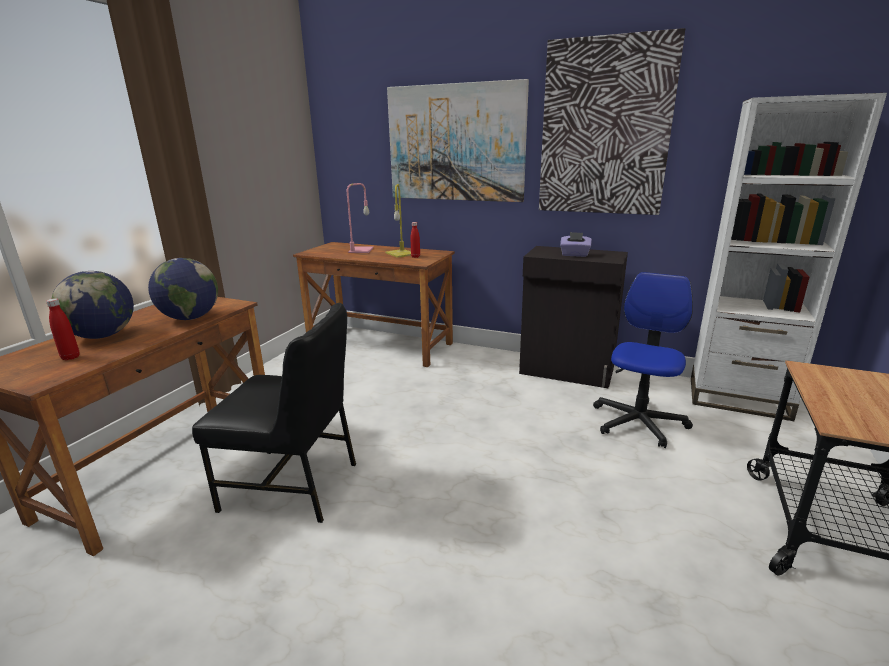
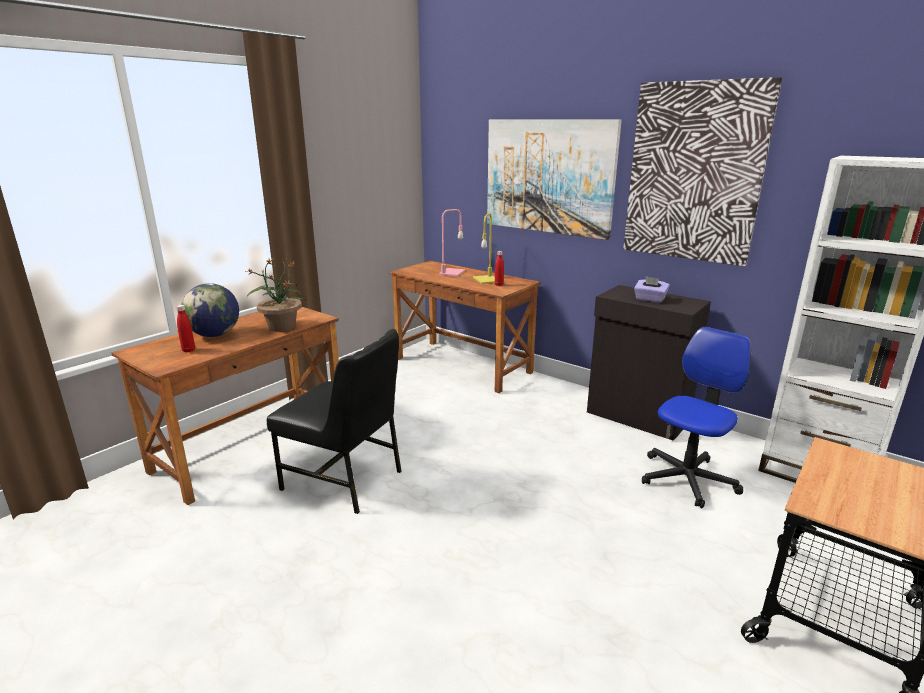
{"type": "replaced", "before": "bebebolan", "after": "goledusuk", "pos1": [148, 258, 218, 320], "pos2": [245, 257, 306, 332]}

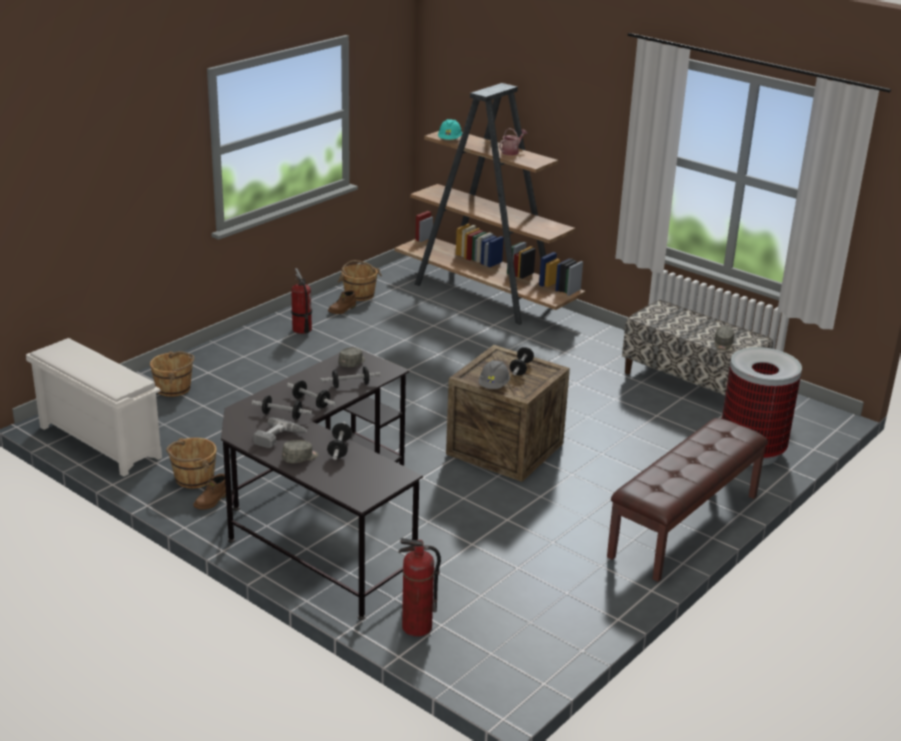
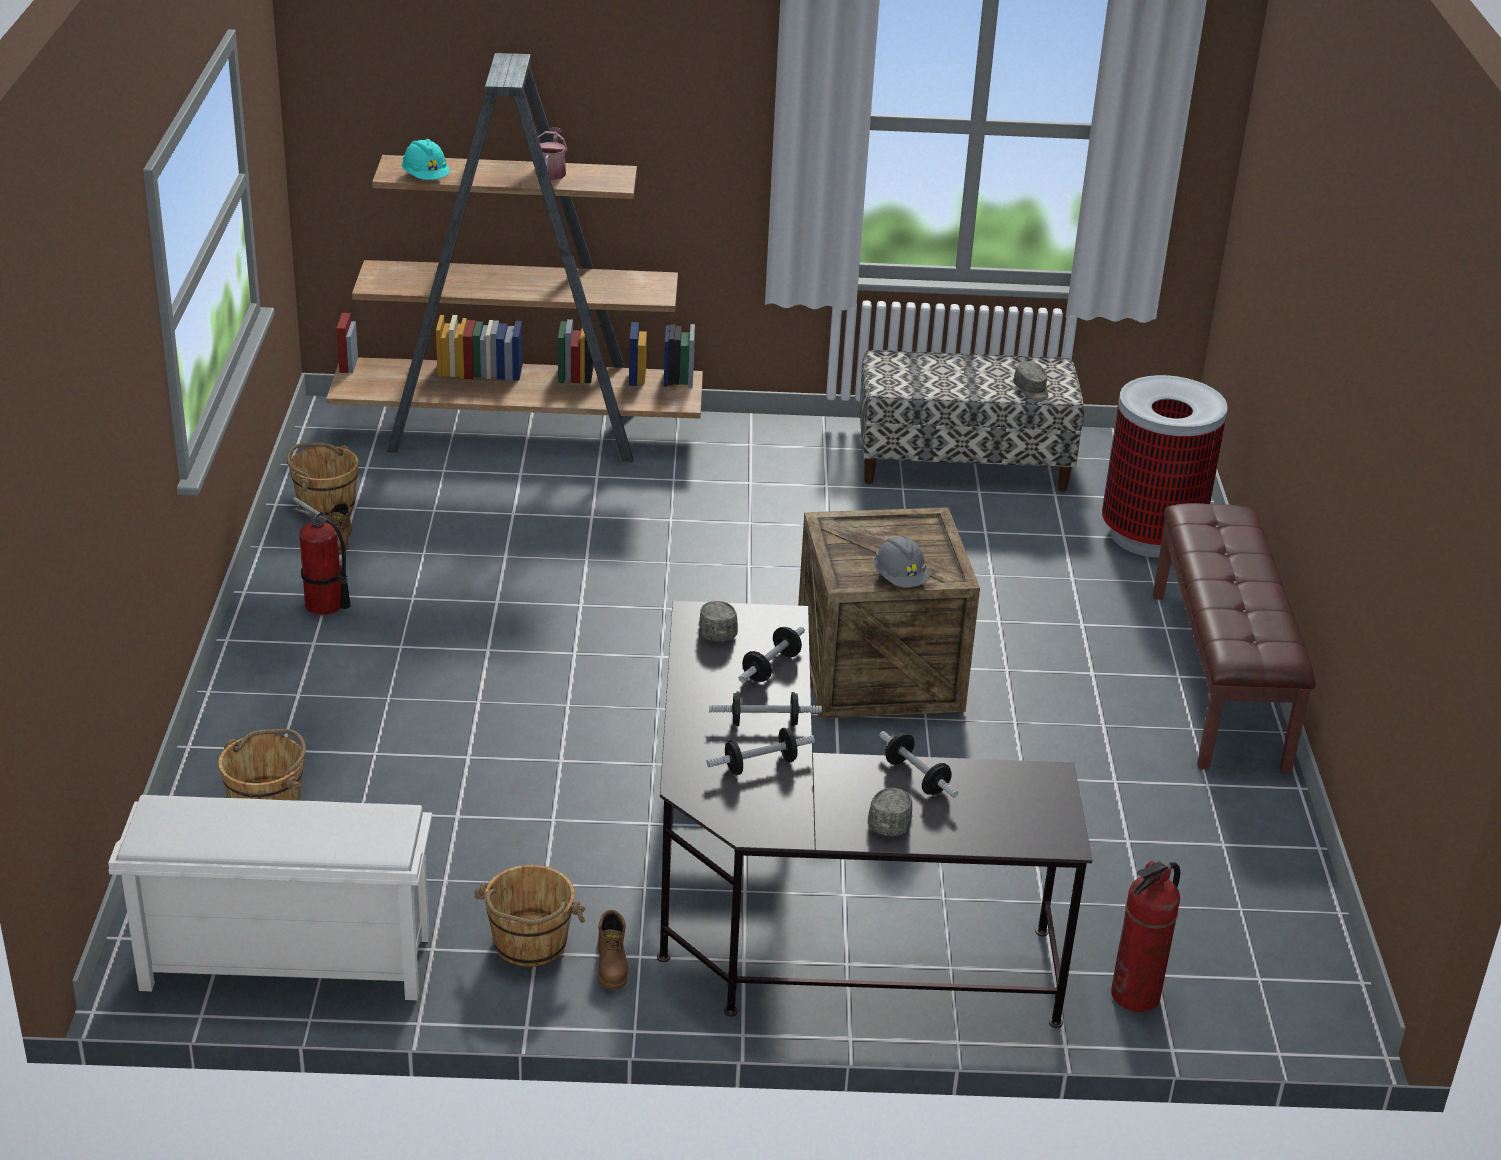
{"type": "removed", "before": "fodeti", "pos1": [253, 417, 307, 448]}
{"type": "removed", "before": "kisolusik", "pos1": [510, 347, 534, 375]}

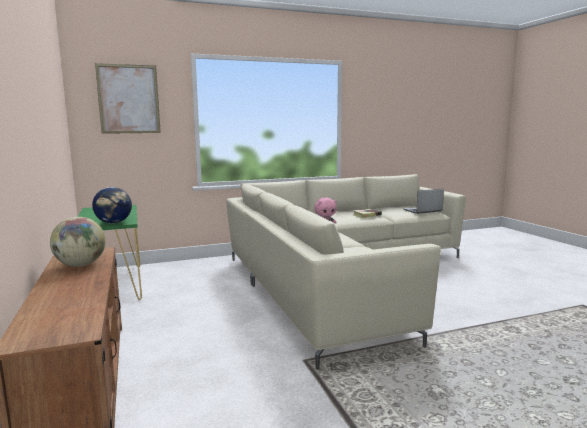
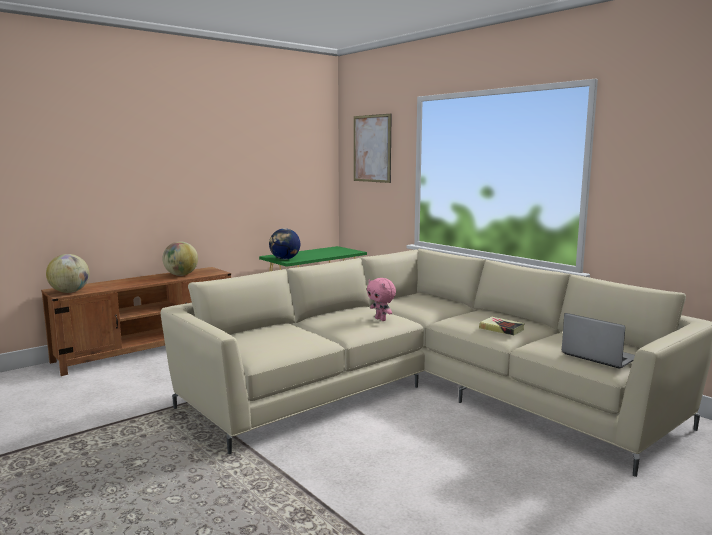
{"type": "added", "after": "bebebolan", "pos2": [46, 254, 89, 293]}

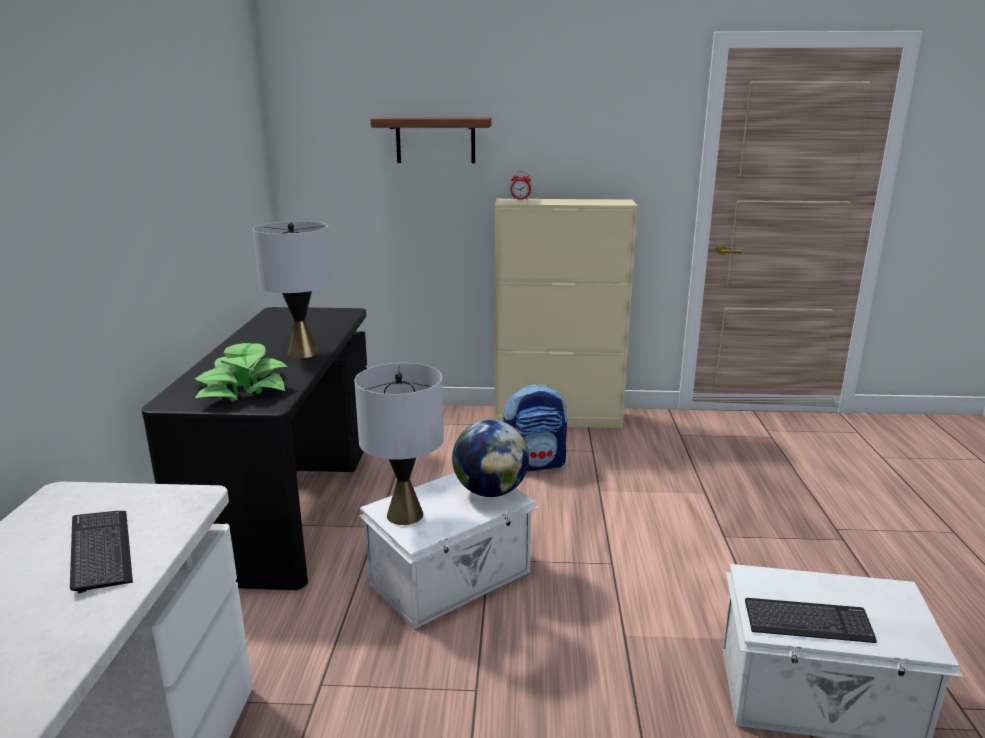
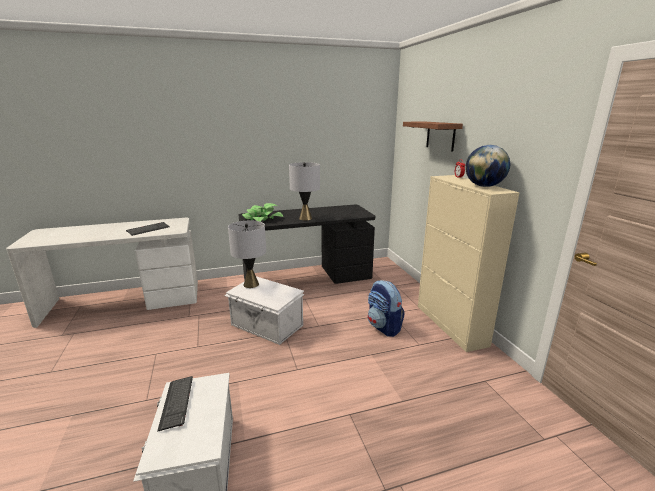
{"type": "moved", "before": "bebebolan", "pos1": [452, 420, 529, 497], "pos2": [465, 145, 510, 187]}

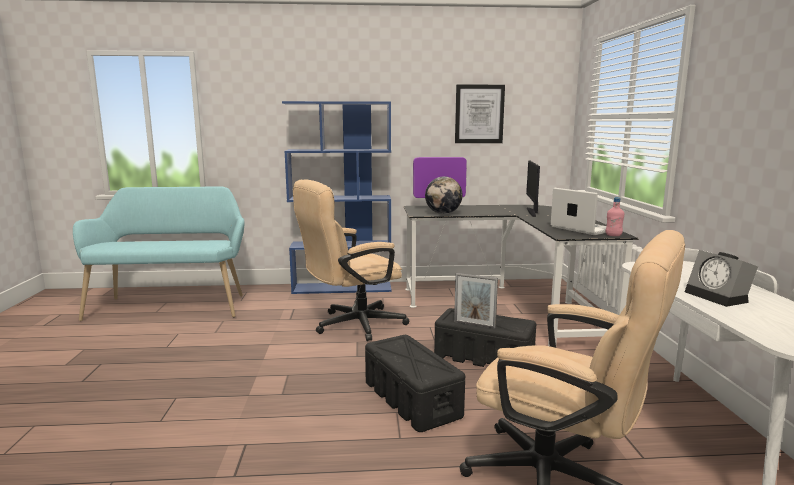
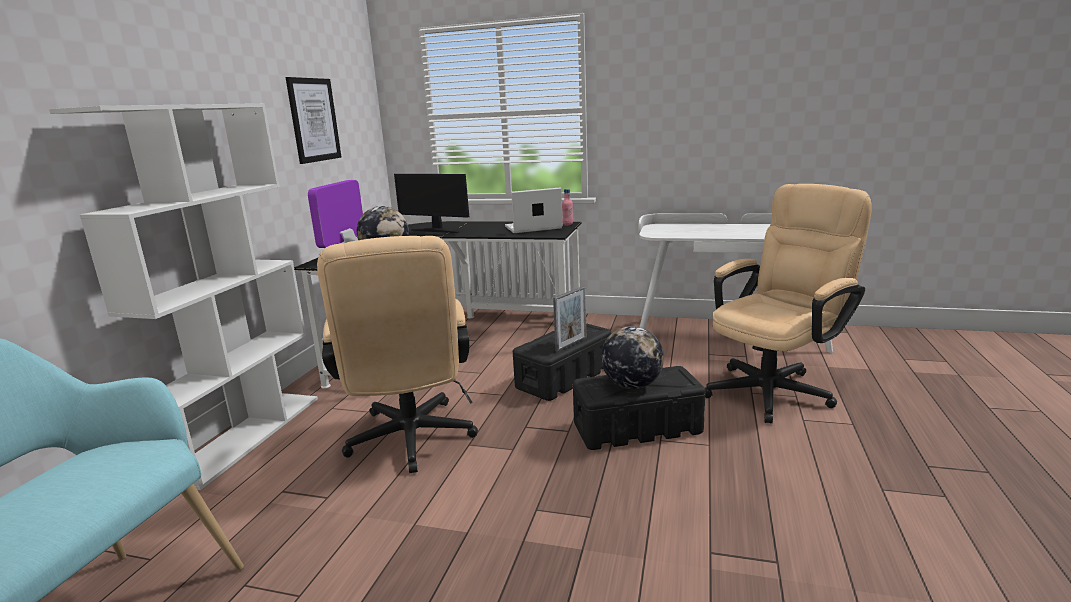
{"type": "recoloured", "before": "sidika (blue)", "after": "sidika (white)", "pos1": [282, 101, 392, 294], "pos2": [49, 103, 318, 490]}
{"type": "added", "after": "bebebolan", "pos2": [601, 326, 664, 389]}
{"type": "removed", "before": "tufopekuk", "pos1": [685, 250, 758, 307]}

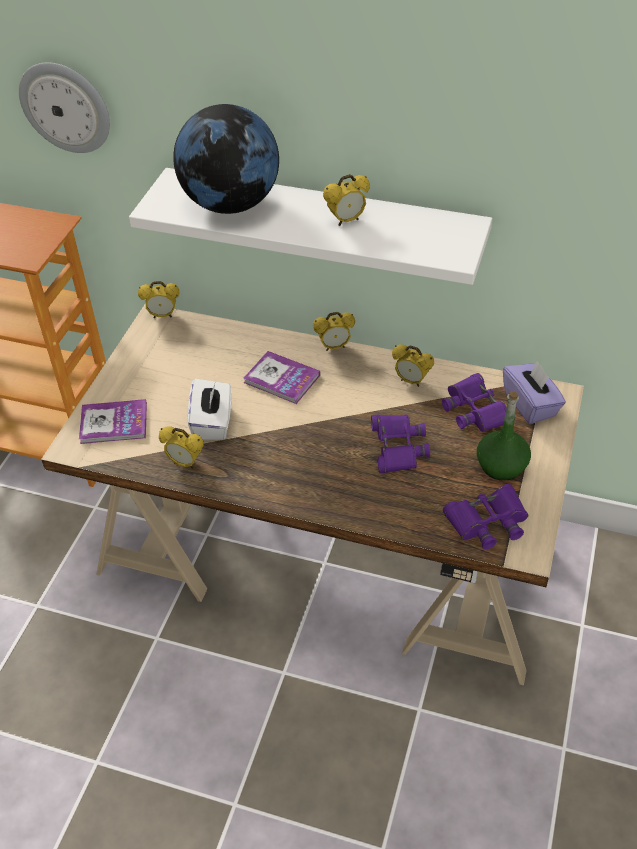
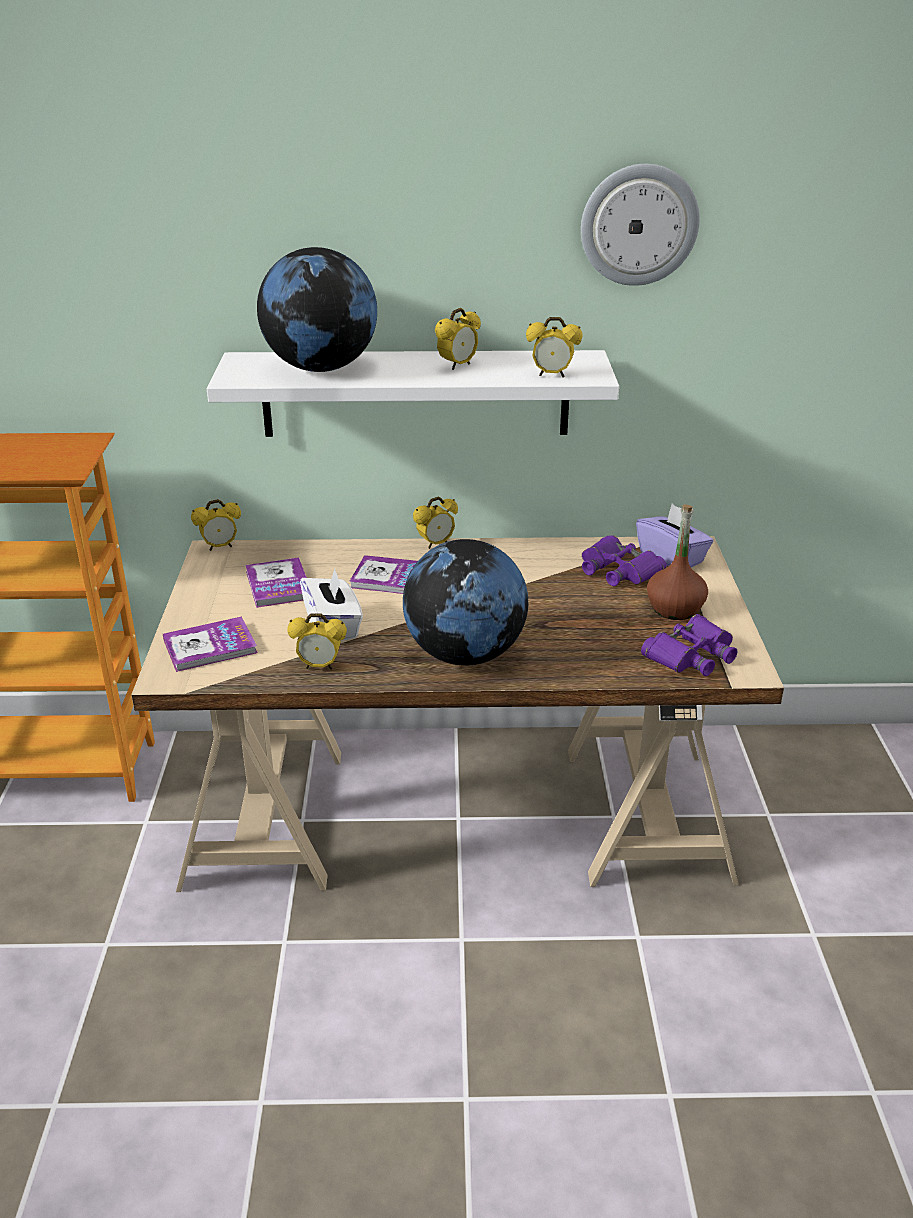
{"type": "added", "after": "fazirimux", "pos2": [245, 557, 307, 608]}
{"type": "added", "after": "bebebolan", "pos2": [403, 539, 528, 665]}
{"type": "moved", "before": "tufopekuk", "pos1": [392, 344, 434, 387], "pos2": [526, 317, 583, 378]}
{"type": "moved", "before": "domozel", "pos1": [19, 62, 110, 153], "pos2": [581, 164, 700, 286]}
{"type": "recoloured", "before": "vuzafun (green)", "after": "vuzafun (brown)", "pos1": [477, 391, 531, 481], "pos2": [647, 504, 708, 620]}
{"type": "removed", "before": "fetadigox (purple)", "pos1": [371, 414, 430, 473]}

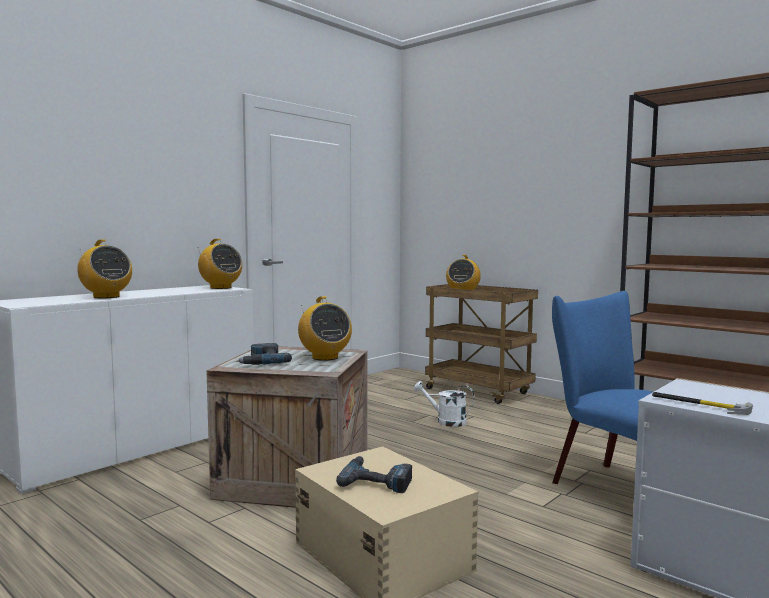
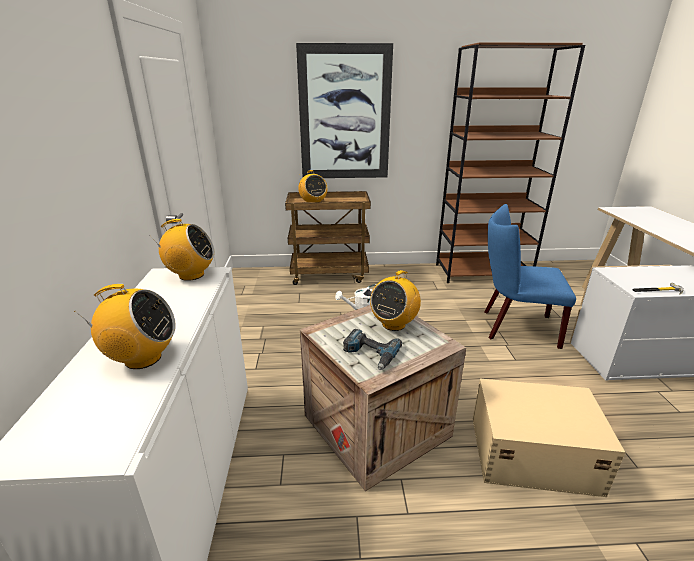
{"type": "added", "after": "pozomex", "pos2": [296, 43, 393, 178]}
{"type": "turned", "before": "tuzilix", "pos1": [298, 296, 352, 361], "pos2": [370, 270, 421, 331], "turn": 105}
{"type": "removed", "before": "fodeti", "pos1": [336, 456, 412, 493]}

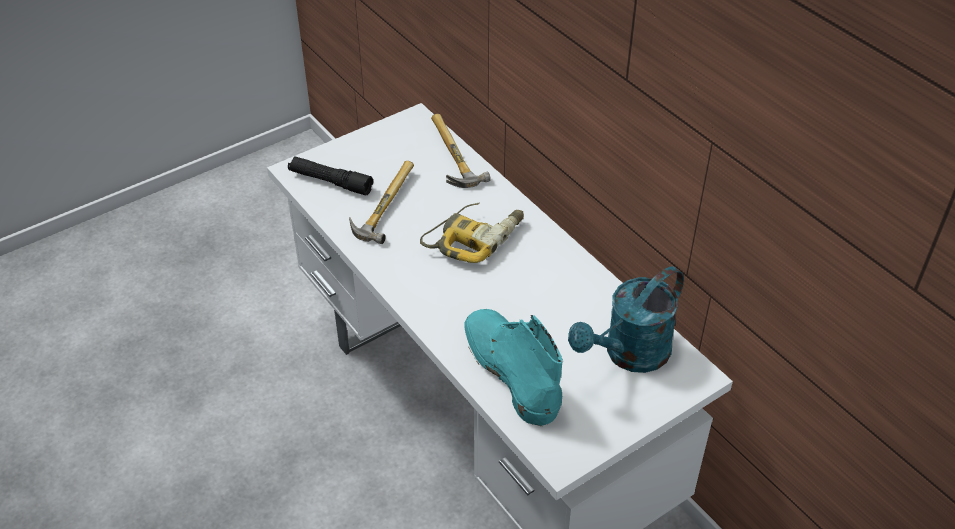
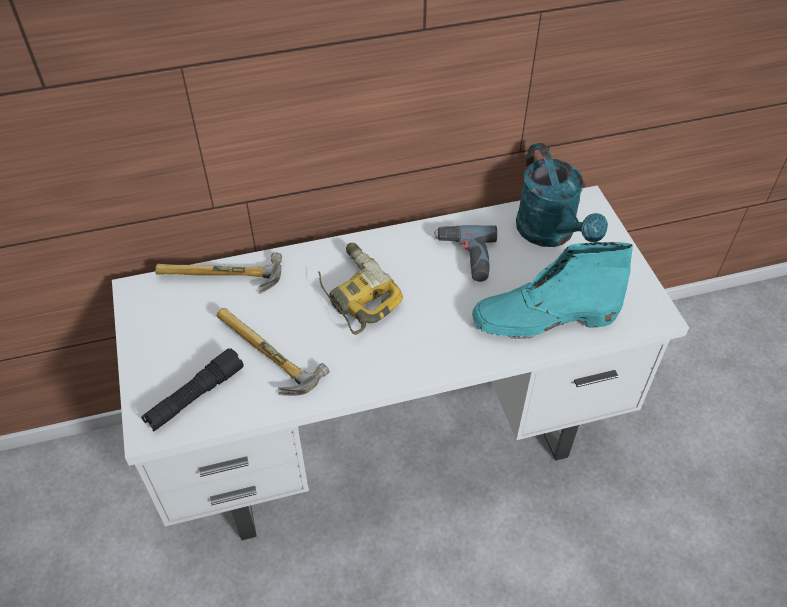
{"type": "added", "after": "fodeti", "pos2": [434, 225, 497, 282]}

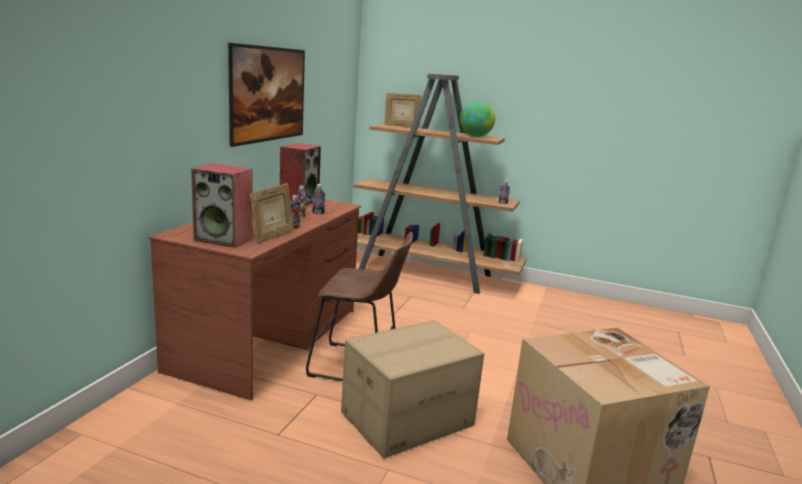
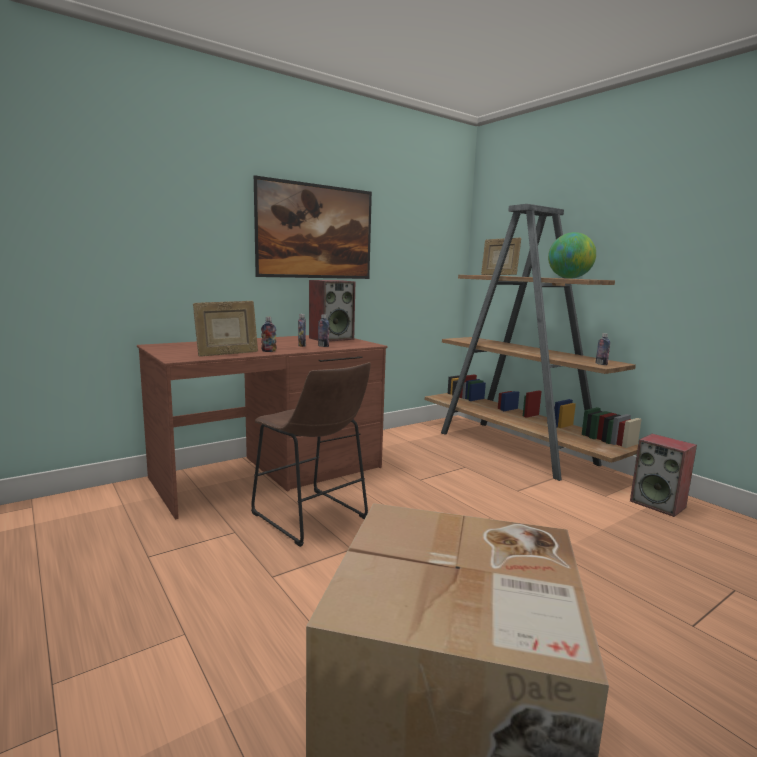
{"type": "moved", "before": "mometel", "pos1": [191, 163, 253, 248], "pos2": [630, 434, 697, 517]}
{"type": "removed", "before": "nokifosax", "pos1": [341, 320, 484, 458]}

